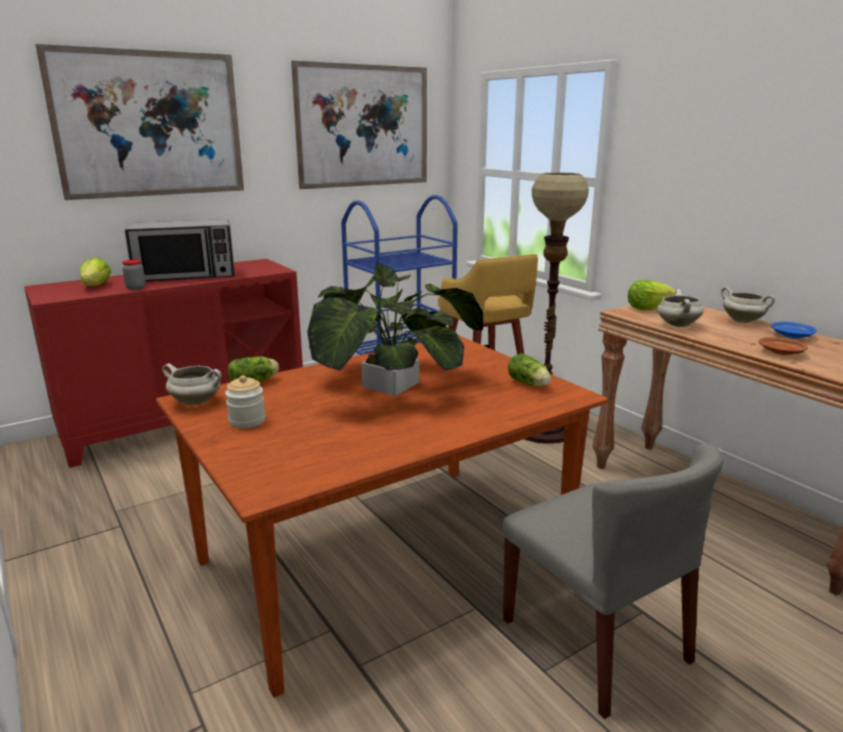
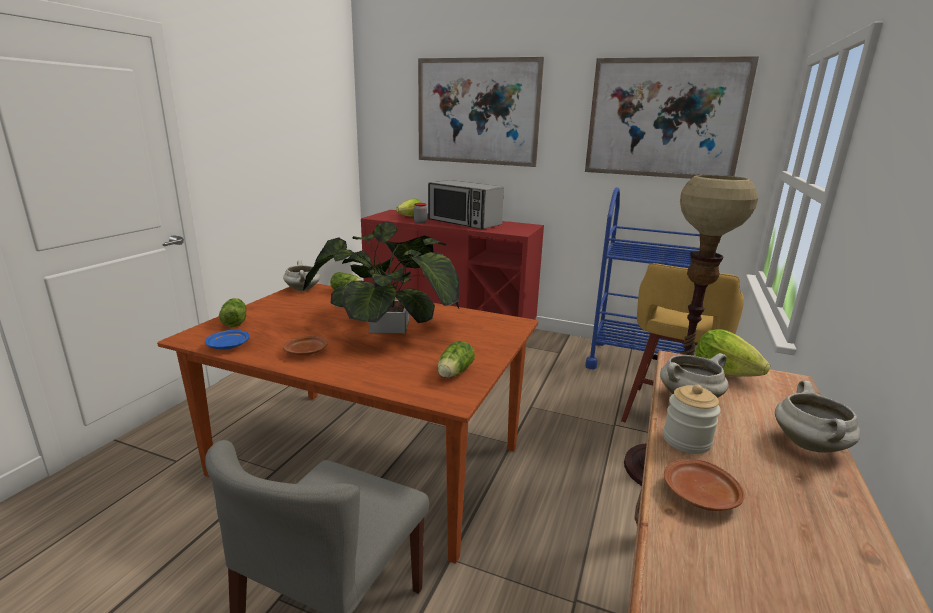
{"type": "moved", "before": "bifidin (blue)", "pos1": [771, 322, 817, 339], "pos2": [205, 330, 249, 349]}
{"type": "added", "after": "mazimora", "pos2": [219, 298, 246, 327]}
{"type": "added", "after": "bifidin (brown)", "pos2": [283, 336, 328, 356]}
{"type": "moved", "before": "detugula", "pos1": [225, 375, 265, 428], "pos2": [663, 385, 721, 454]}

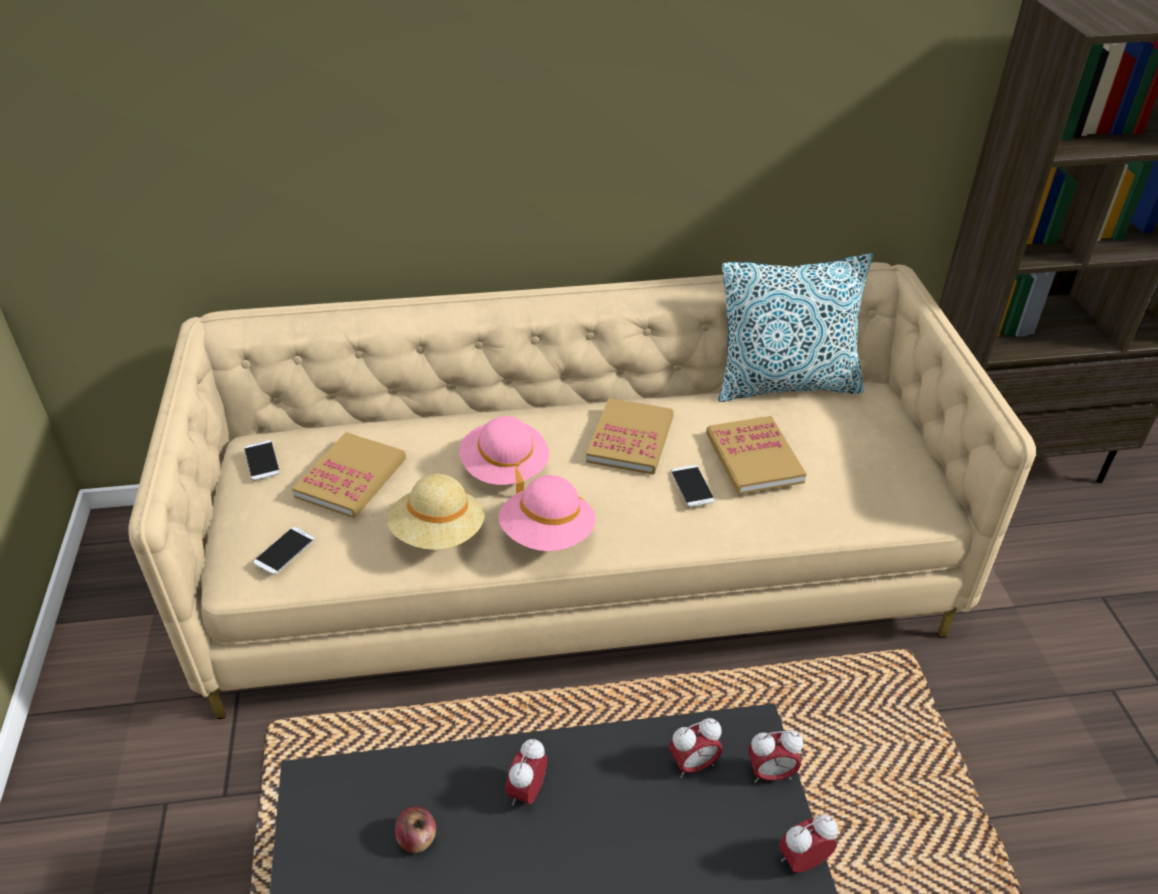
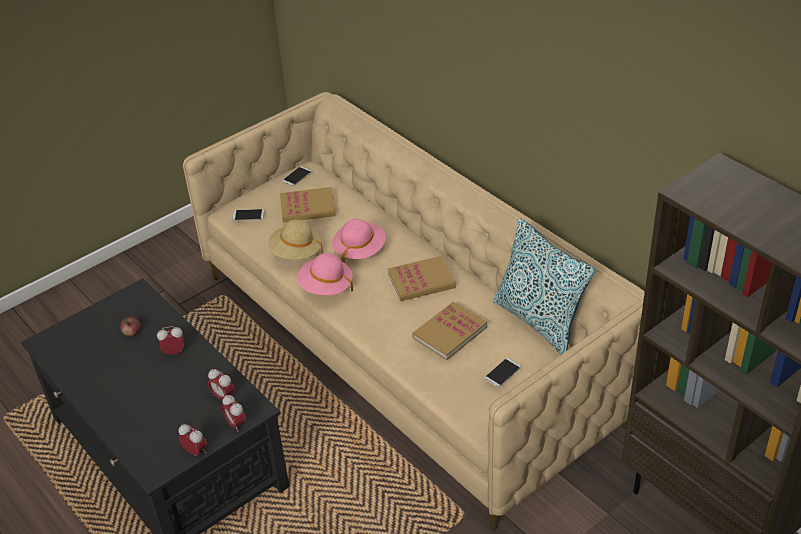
{"type": "moved", "before": "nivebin", "pos1": [671, 465, 715, 507], "pos2": [485, 358, 521, 387]}

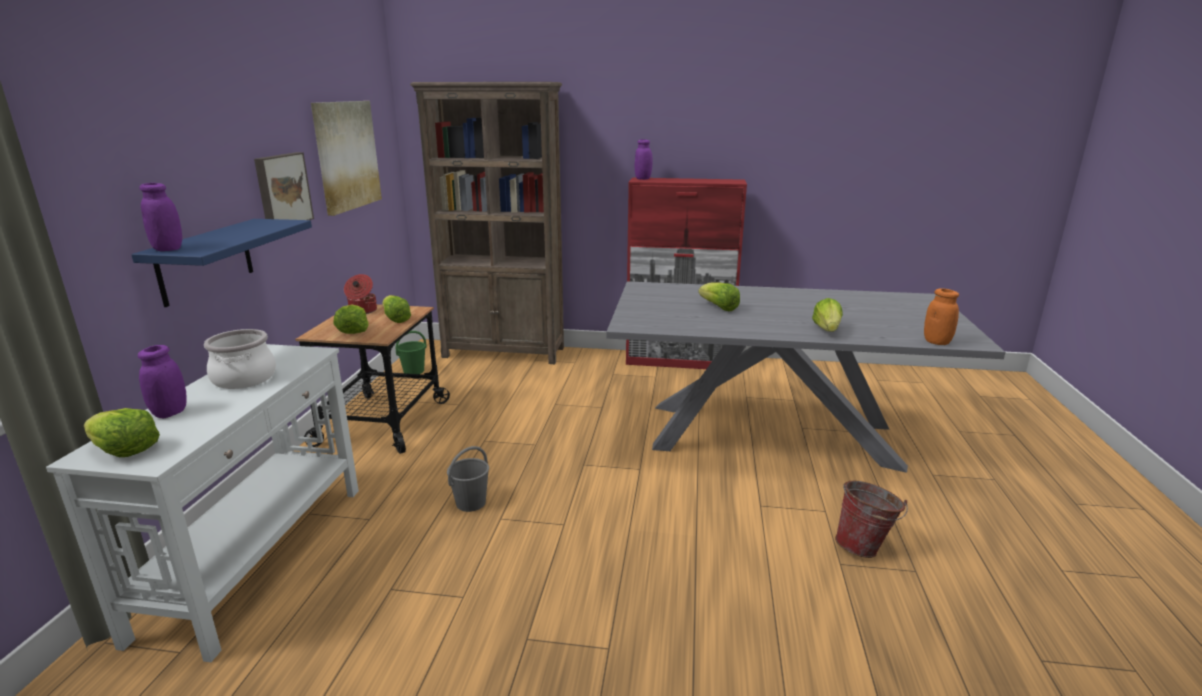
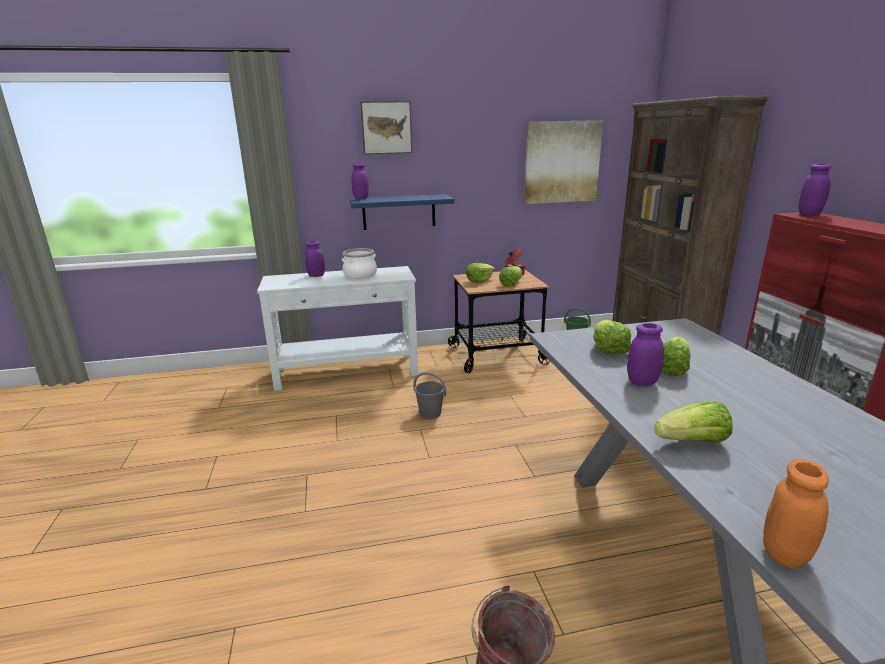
{"type": "moved", "before": "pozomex", "pos1": [254, 152, 314, 220], "pos2": [360, 101, 412, 154]}
{"type": "moved", "before": "mazimora", "pos1": [84, 408, 160, 457], "pos2": [593, 320, 631, 354]}
{"type": "added", "after": "detugula (purple)", "pos2": [627, 323, 664, 386]}

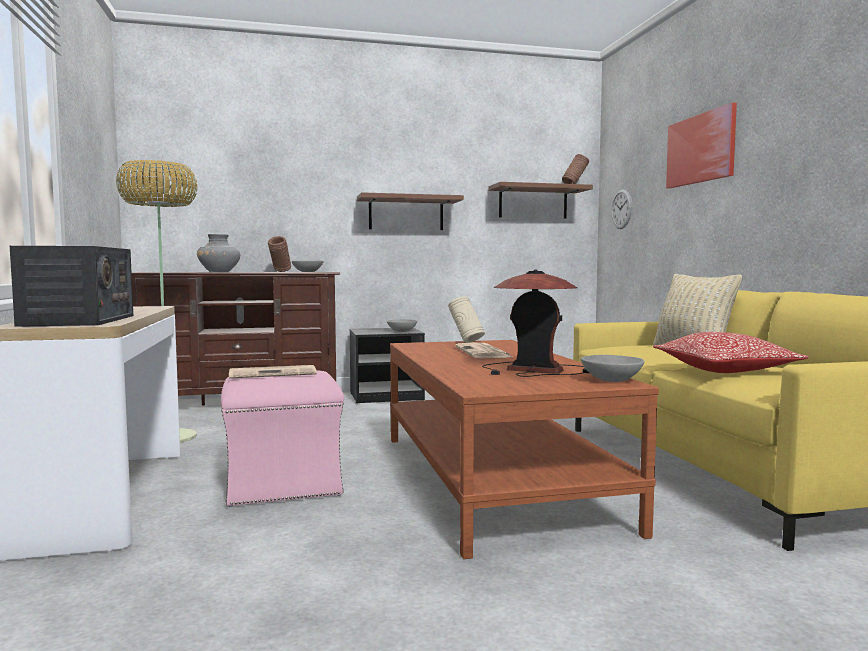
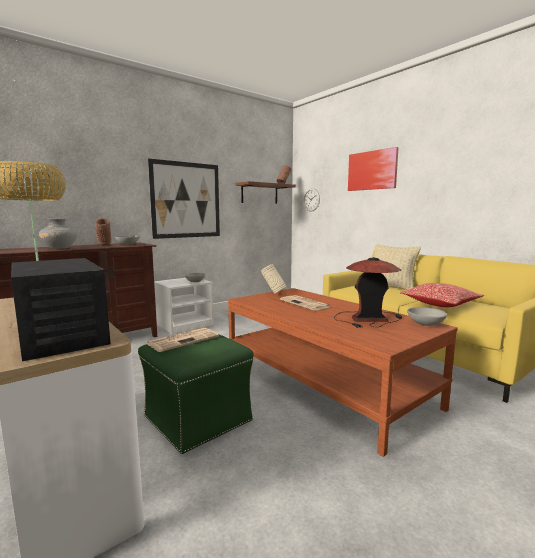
{"type": "recoloured", "before": "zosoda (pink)", "after": "zosoda (green)", "pos1": [221, 371, 344, 507], "pos2": [138, 334, 254, 454]}
{"type": "replaced", "before": "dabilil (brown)", "after": "pozomex", "pos1": [357, 192, 464, 230], "pos2": [148, 158, 220, 239]}
{"type": "recoloured", "before": "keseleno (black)", "after": "keseleno (white)", "pos1": [349, 328, 425, 404], "pos2": [154, 278, 214, 334]}

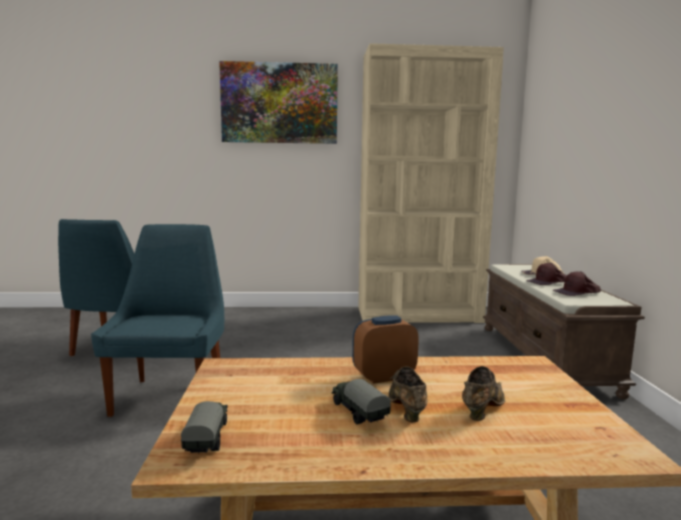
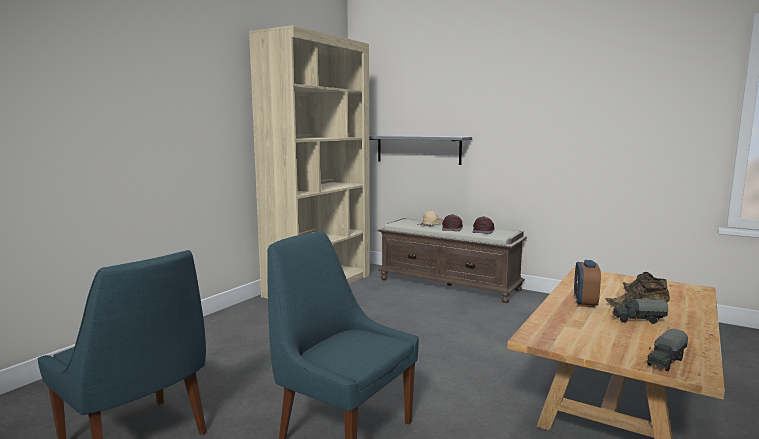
{"type": "added", "after": "dabilil (grey)", "pos2": [369, 136, 472, 165]}
{"type": "turned", "before": "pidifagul", "pos1": [181, 401, 227, 454], "pos2": [647, 329, 688, 371], "turn": -75}
{"type": "removed", "before": "pozomex", "pos1": [219, 61, 338, 144]}

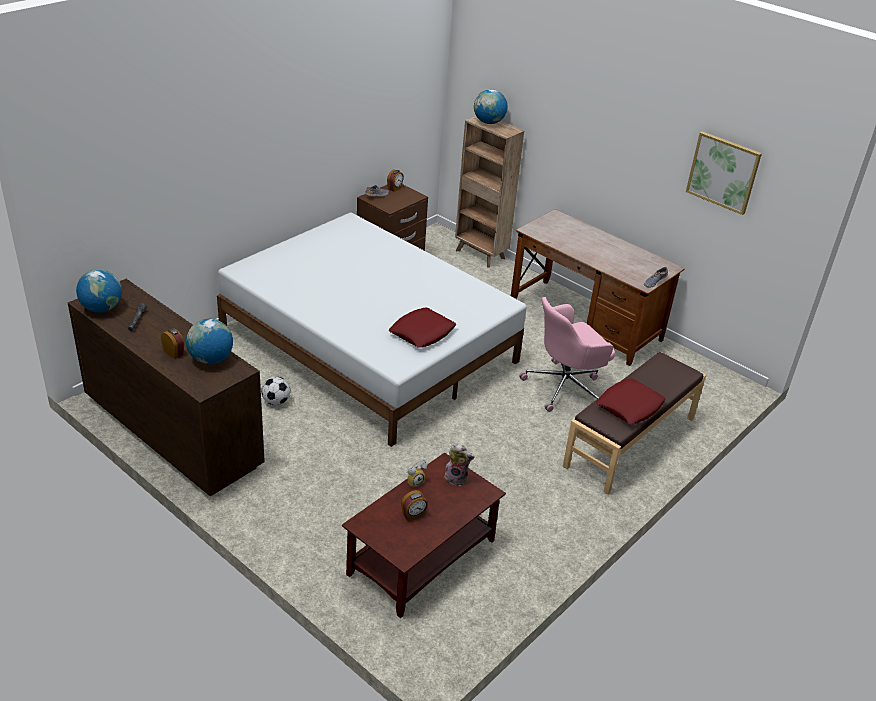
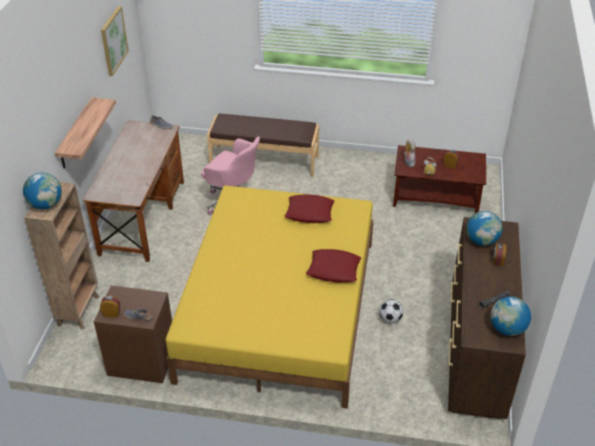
{"type": "added", "after": "dabilil", "pos2": [55, 97, 116, 169]}
{"type": "recoloured", "before": "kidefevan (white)", "after": "kidefevan (yellow)", "pos1": [217, 213, 527, 447], "pos2": [165, 185, 373, 409]}
{"type": "moved", "before": "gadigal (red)", "pos1": [596, 378, 666, 424], "pos2": [306, 249, 361, 283]}

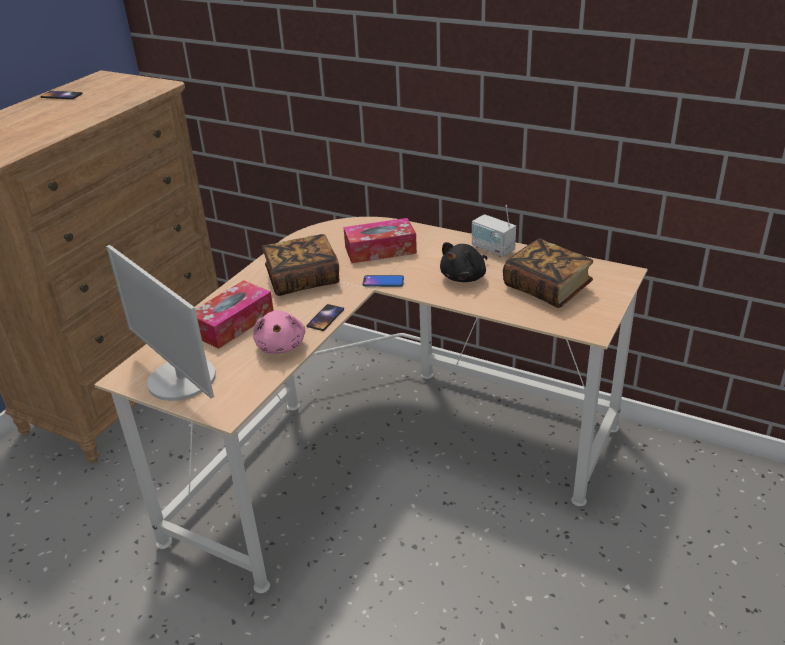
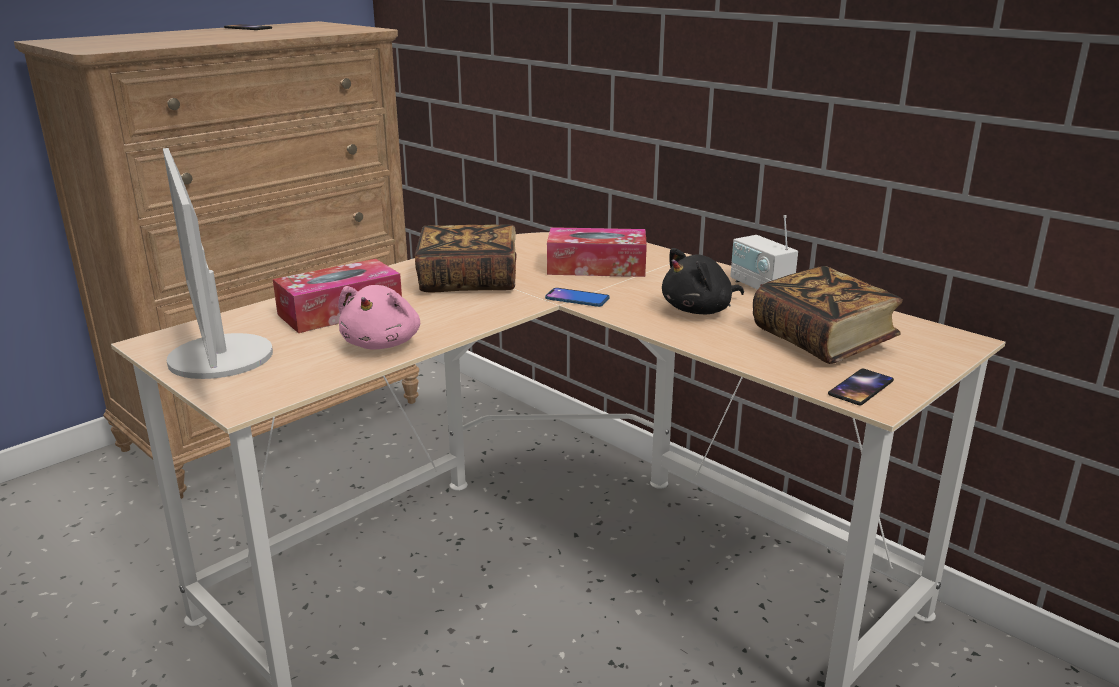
{"type": "moved", "before": "nivebin", "pos1": [306, 304, 344, 331], "pos2": [828, 369, 894, 405]}

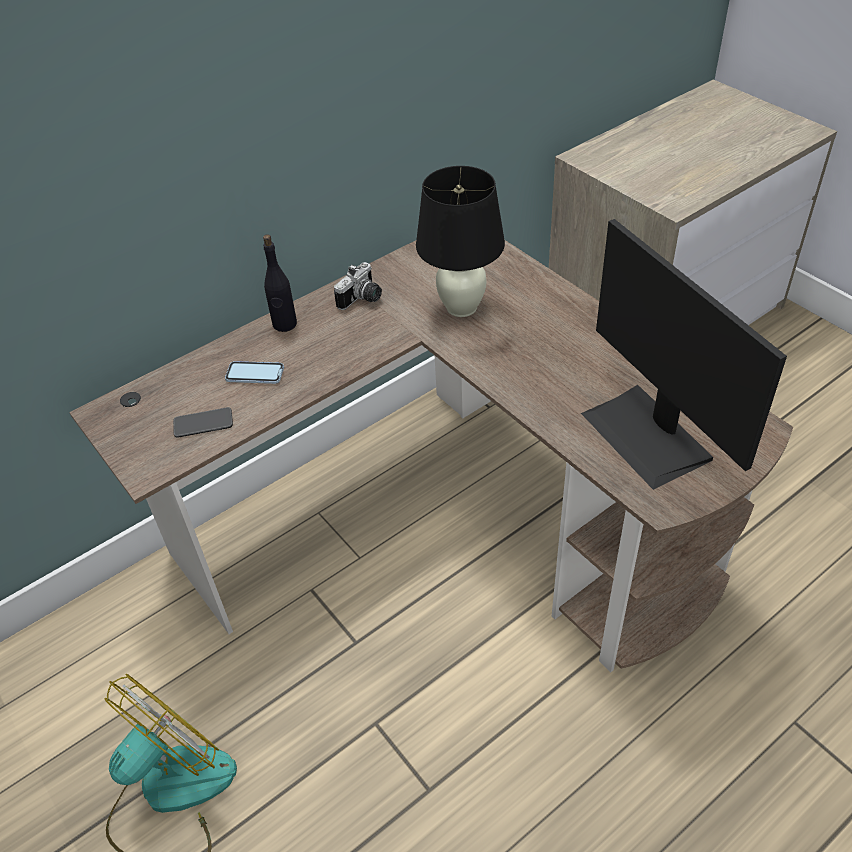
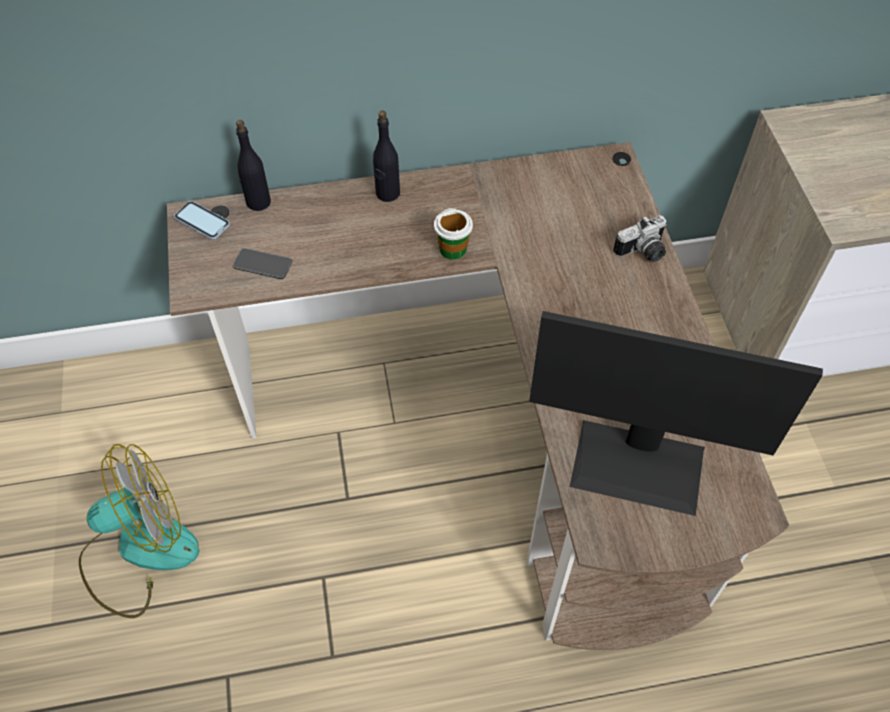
{"type": "moved", "before": "nivebin", "pos1": [225, 361, 284, 384], "pos2": [174, 201, 230, 240]}
{"type": "added", "after": "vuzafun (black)", "pos2": [236, 120, 271, 211]}
{"type": "added", "after": "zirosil", "pos2": [434, 208, 473, 260]}
{"type": "turned", "before": "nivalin", "pos1": [581, 219, 787, 490], "pos2": [529, 311, 823, 516], "turn": -75}
{"type": "moved", "before": "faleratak", "pos1": [334, 262, 382, 310], "pos2": [613, 215, 667, 262]}
{"type": "removed", "before": "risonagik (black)", "pos1": [416, 166, 505, 317]}

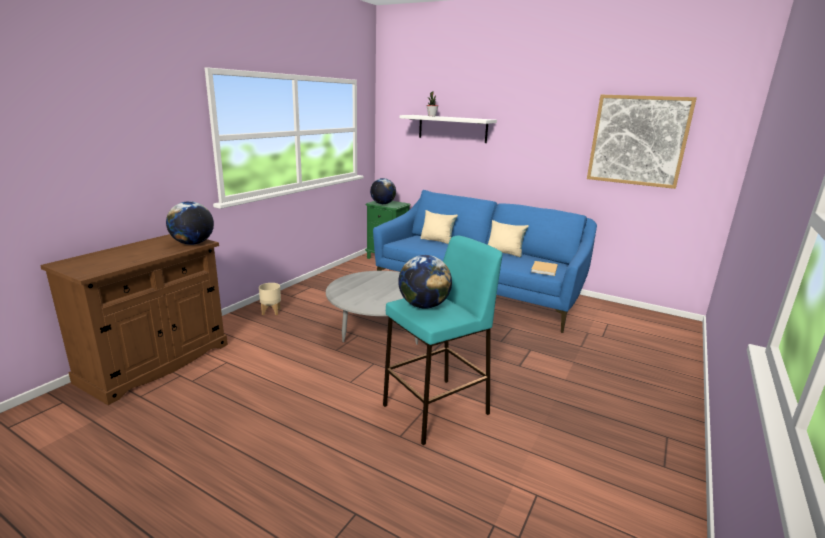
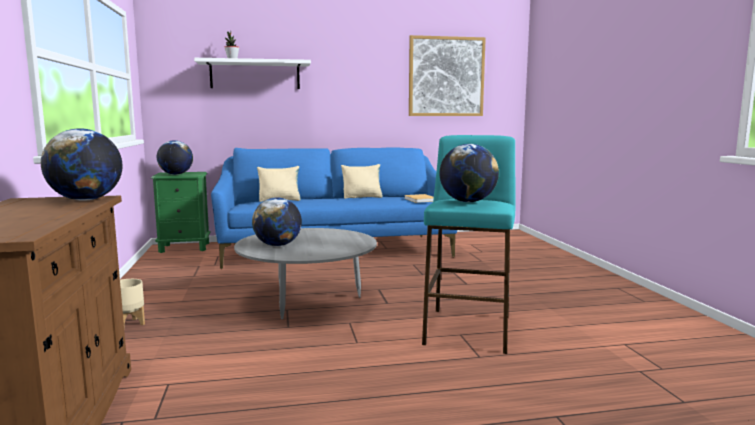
{"type": "added", "after": "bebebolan", "pos2": [252, 197, 302, 246]}

